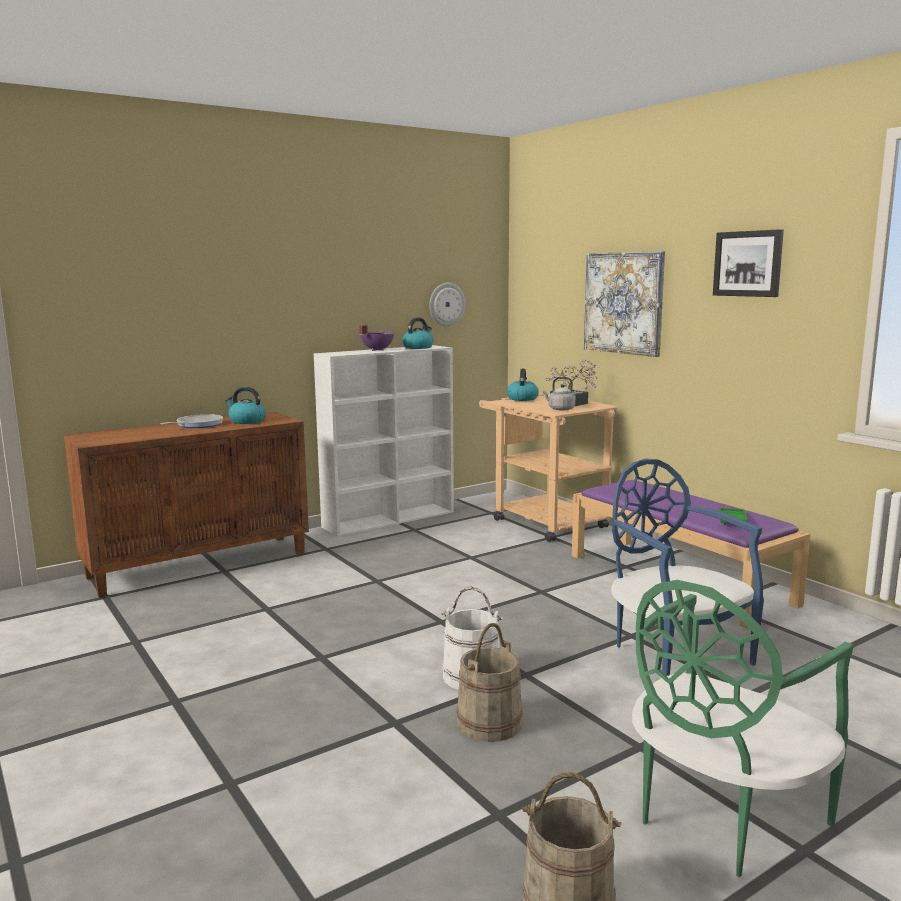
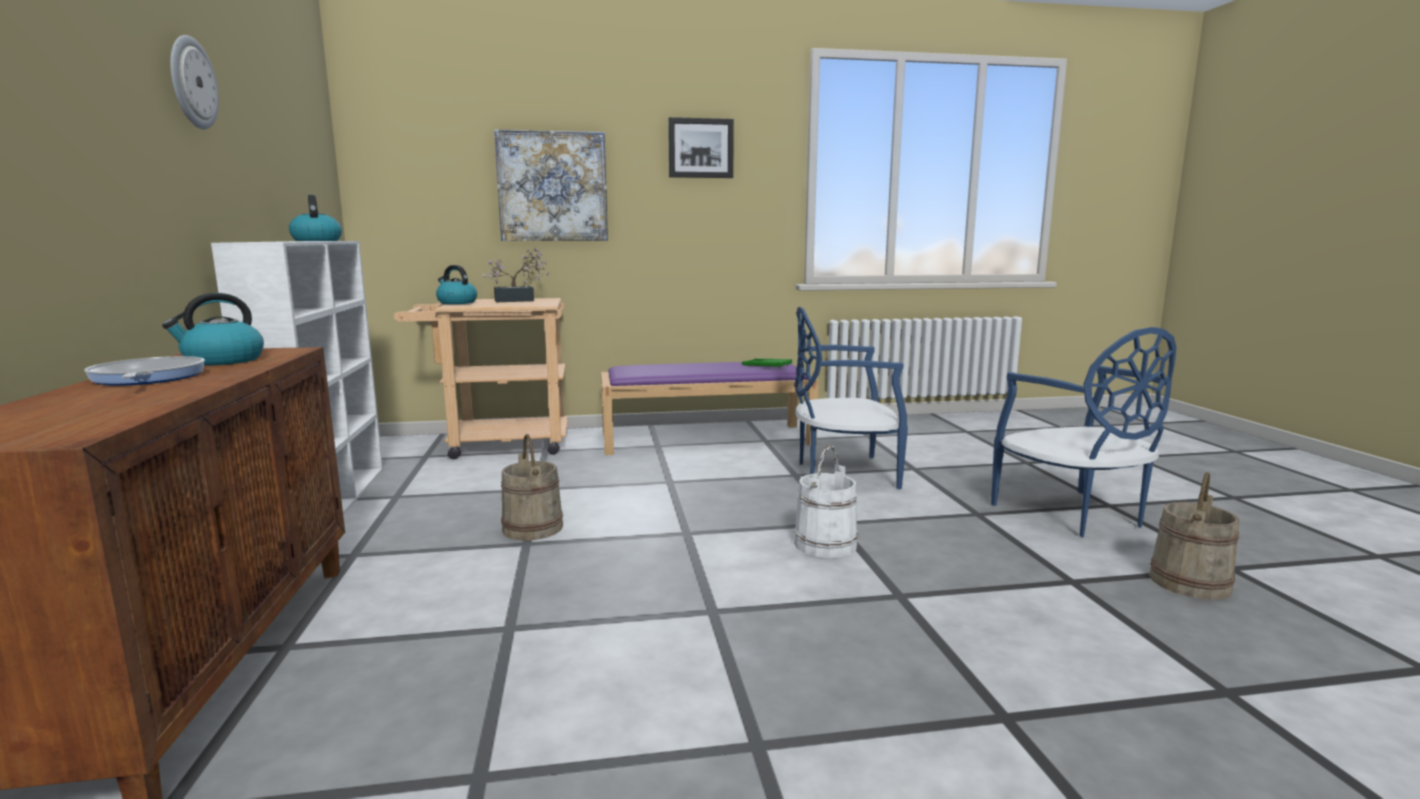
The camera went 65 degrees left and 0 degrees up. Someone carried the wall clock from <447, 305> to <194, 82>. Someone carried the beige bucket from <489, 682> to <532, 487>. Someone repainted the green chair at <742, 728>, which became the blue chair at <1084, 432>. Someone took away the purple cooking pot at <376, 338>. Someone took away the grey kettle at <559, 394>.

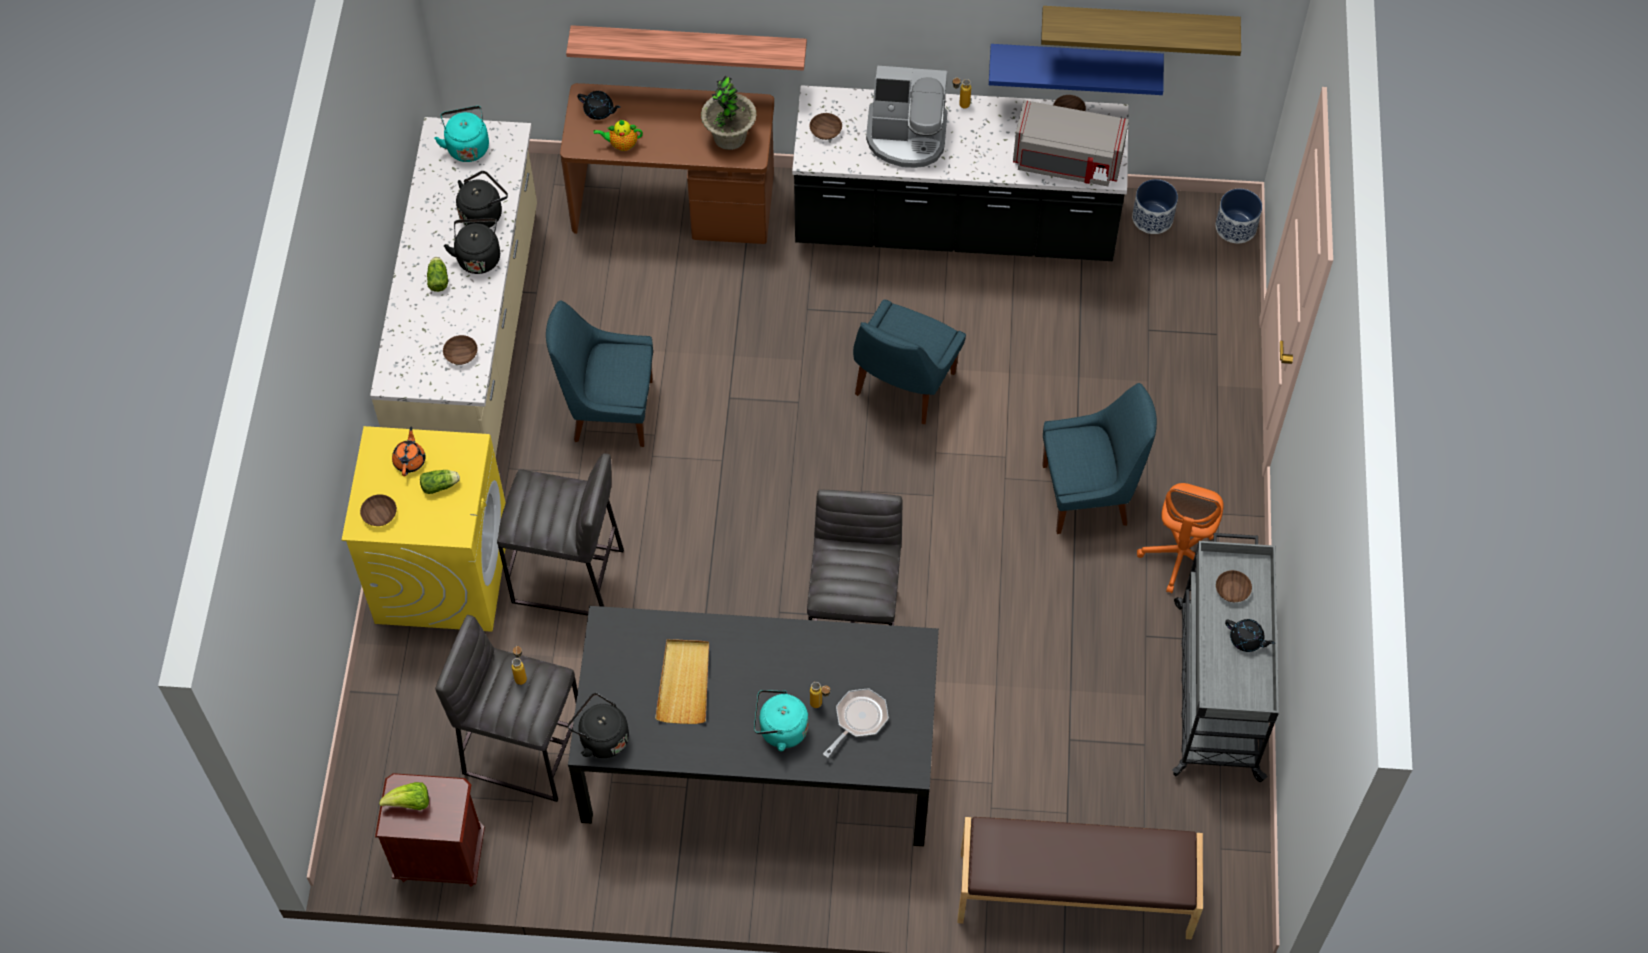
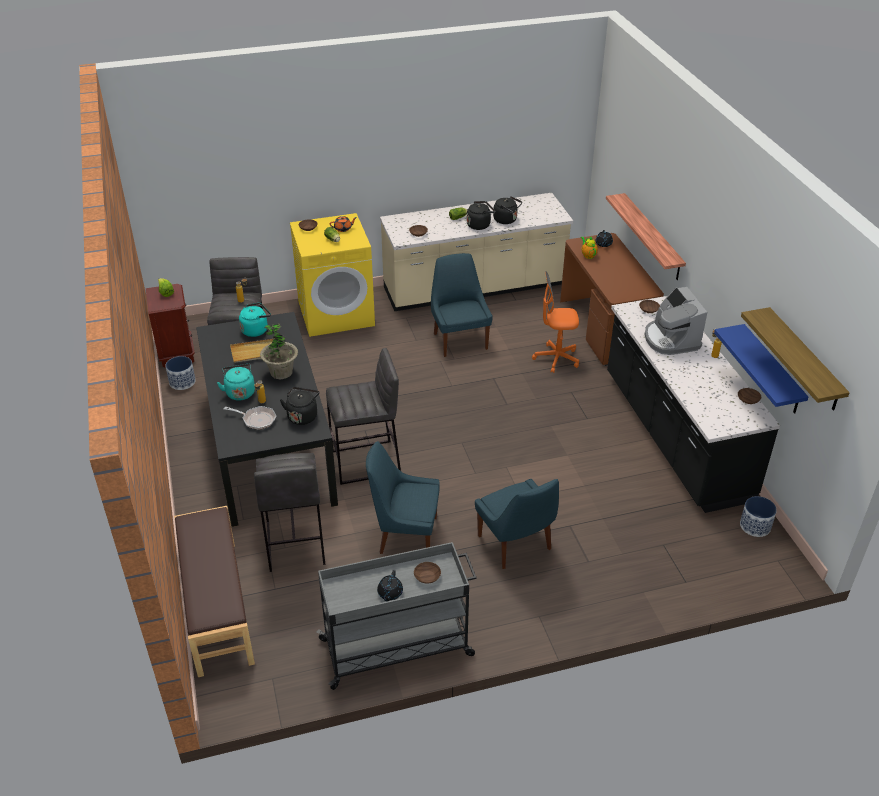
The camera went 70 degrees right and 20 degrees down. Someone carried the planter from <1239, 216> to <180, 373>. Someone carried the turquoise kettle from <461, 134> to <255, 320>. Someone carried the grey stool from <560, 534> to <289, 512>. Someone carried the potted plant from <729, 113> to <279, 351>. Someone carried the black kettle from <598, 725> to <300, 406>. Someone carried the blue chair from <909, 361> to <403, 497>. Someone carried the orange office chair from <1180, 538> to <555, 322>. Someone took away the grey microwave at <1071, 143>.

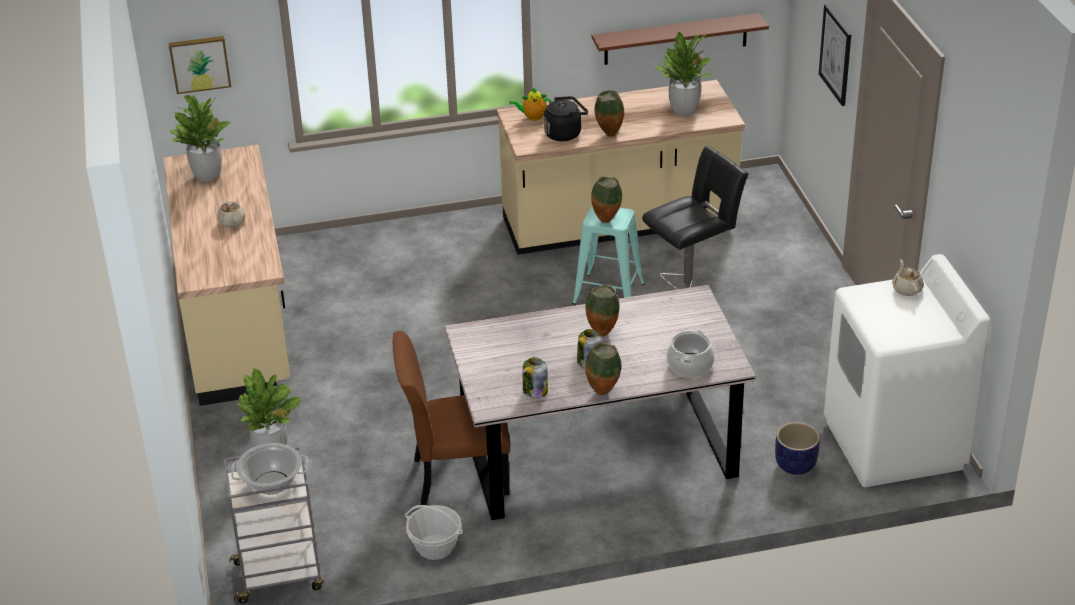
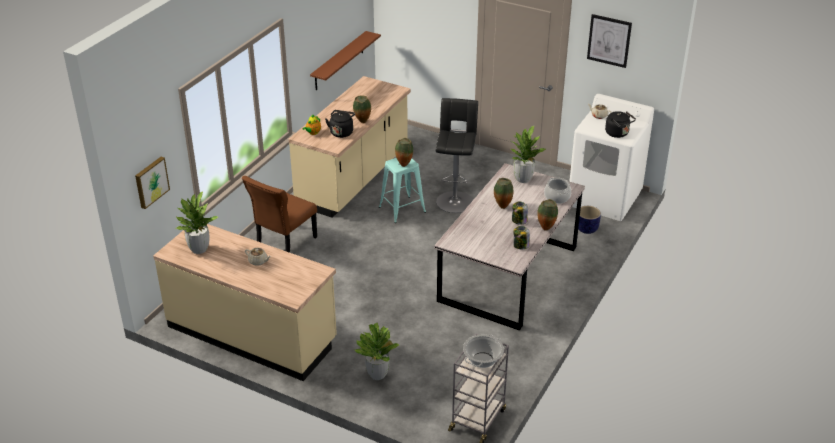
The camera went 50 degrees left and 0 degrees up. Someone carried the brown chair from <451, 418> to <279, 214>. Someone carried the potted plant from <683, 74> to <528, 154>. Someone carried the picture from <835, 55> to <609, 41>. Someone put down the black kettle at <620, 124>. Someone took away the basket at <434, 532>.

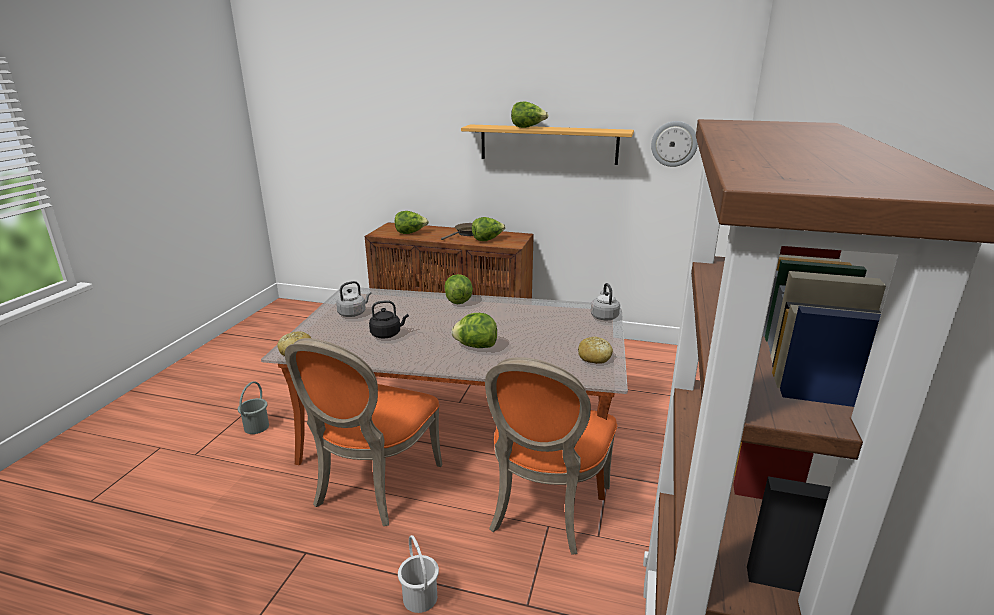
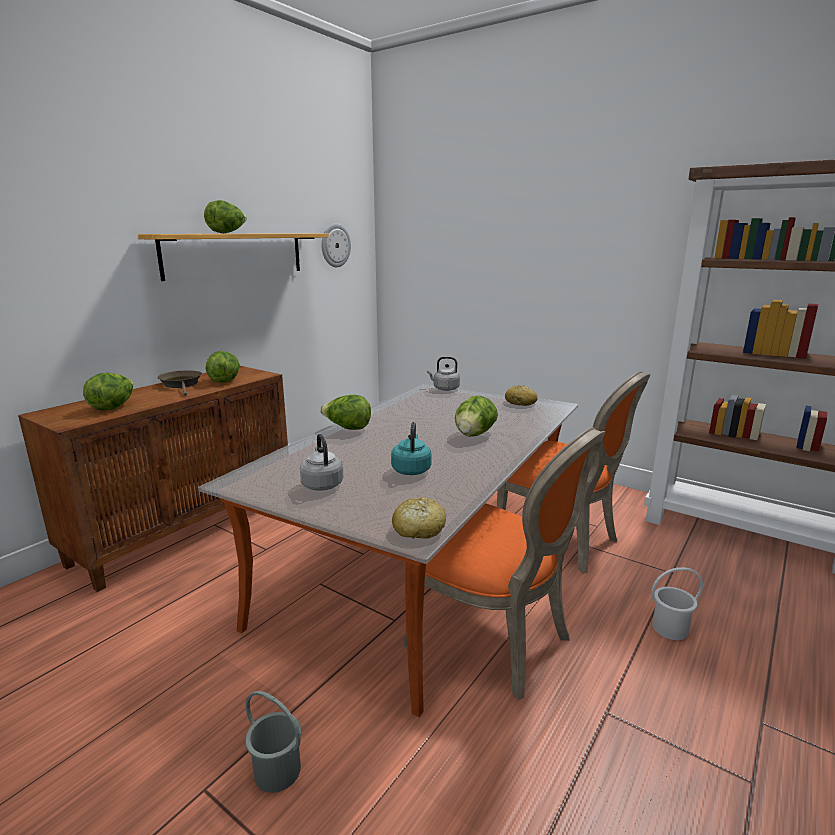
The camera went 70 degrees left and 5 degrees down. Someone repainted the black kettle at <389, 319>, which became the turquoise kettle at <411, 448>.

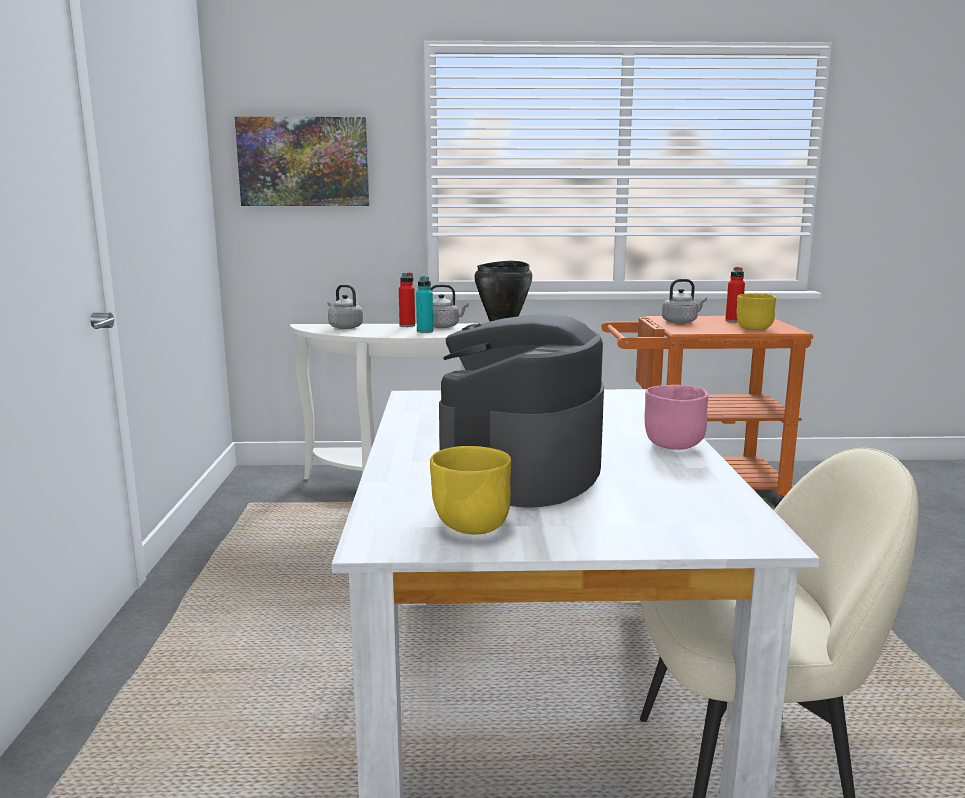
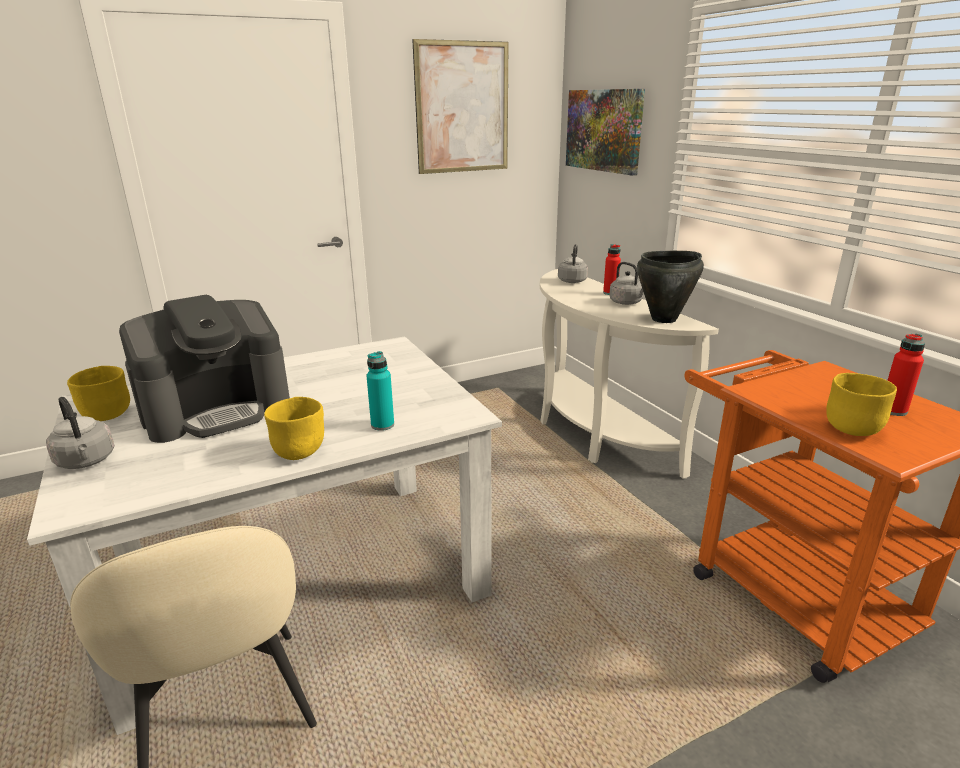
The camera went 65 degrees right and 10 degrees up. Someone carried the grey kettle from <684, 301> to <80, 433>. Someone rotated the coffee machine at <521, 411> by 150 degrees clockwise. Someone repainted the pink bowl at <676, 417>, which became the yellow bowl at <294, 428>. Someone carried the turquoise bottle from <424, 304> to <380, 391>. Someone put up the picture at <460, 106>.

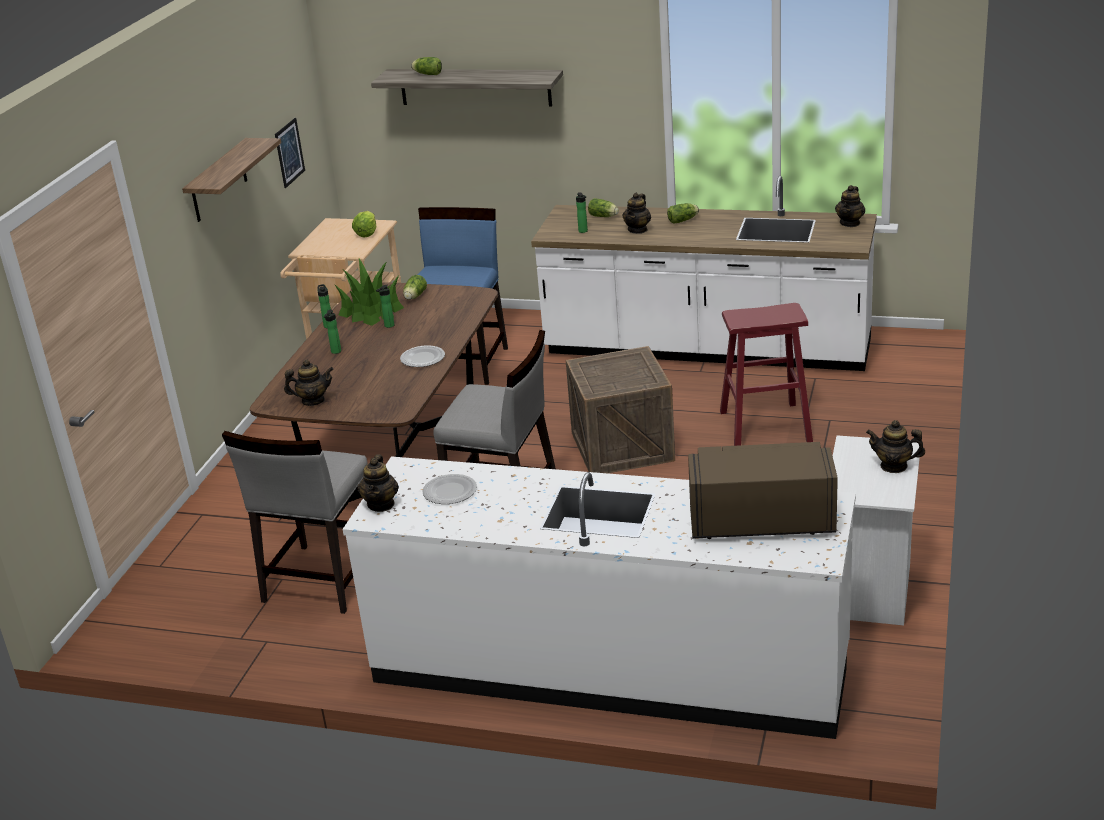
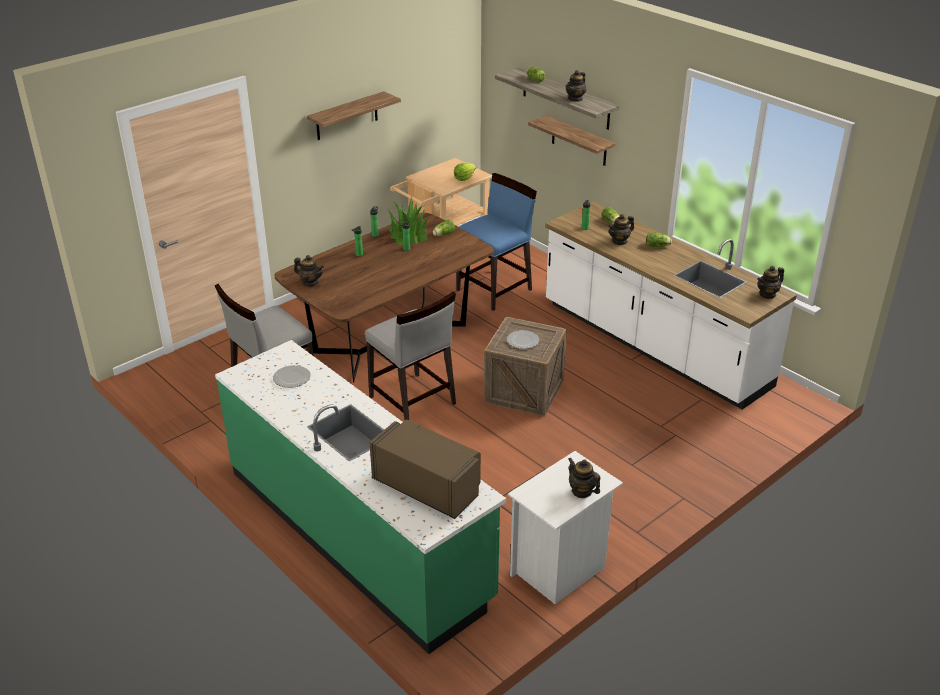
The camera went 30 degrees right and 5 degrees up. Someone repainted the white counter at <599, 597>, which became the green counter at <360, 497>. Someone carried the plate from <422, 356> to <523, 339>. Someone put up the shelf at <571, 140>. Someone carried the teapot from <378, 483> to <576, 86>. Someone took away the picture at <290, 153>. Someone took away the red stool at <766, 374>.

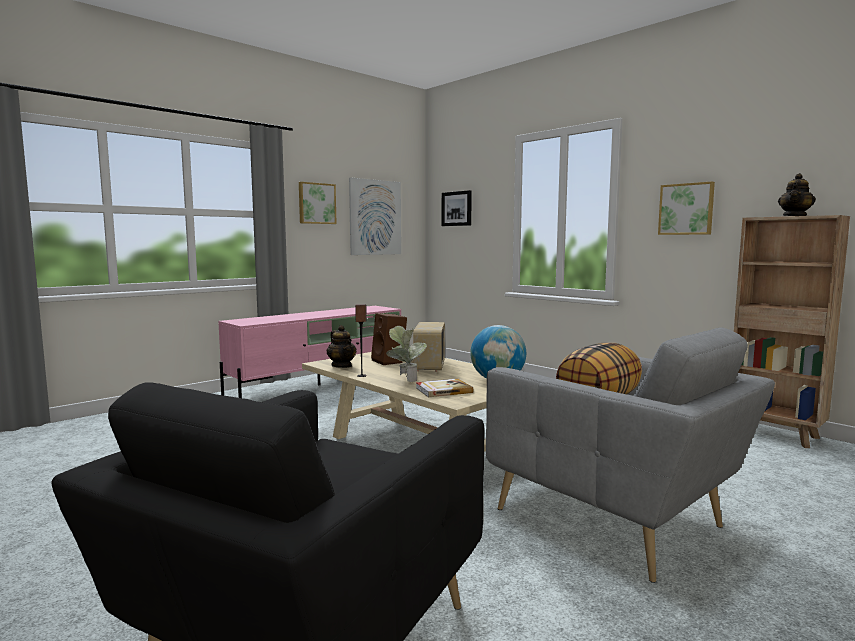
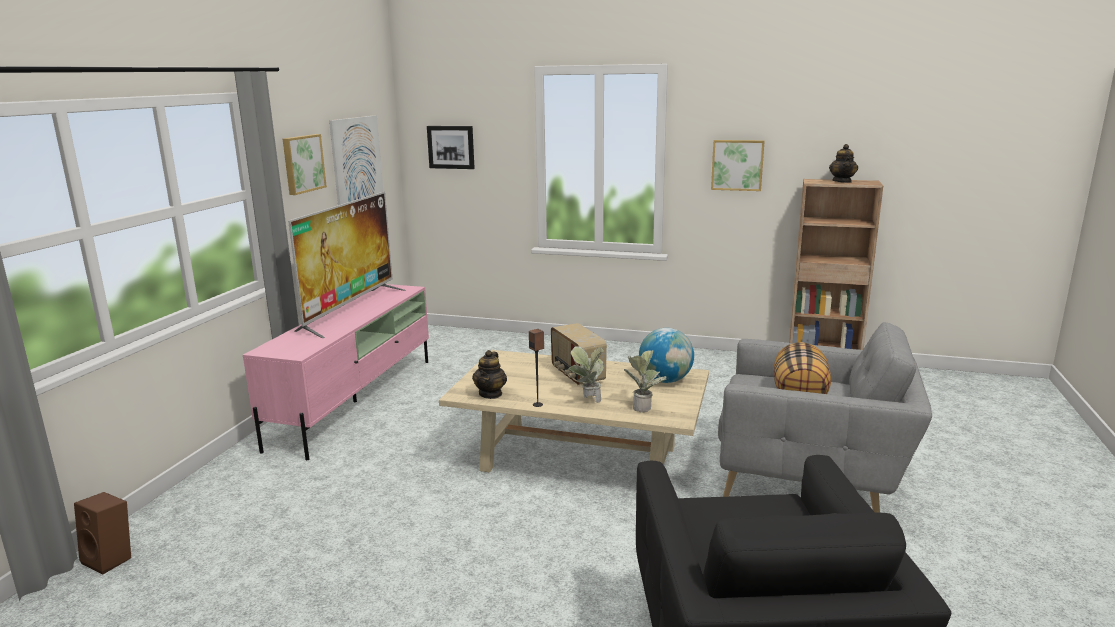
The camera went 30 degrees left and 10 degrees up. Someone carried the brown speaker from <389, 339> to <102, 533>. Someone put down the television at <347, 265>. Someone rotated the teapot at <341, 346> by 75 degrees clockwise. Someone swapped the book at <444, 388> for the potted plant at <645, 381>.

